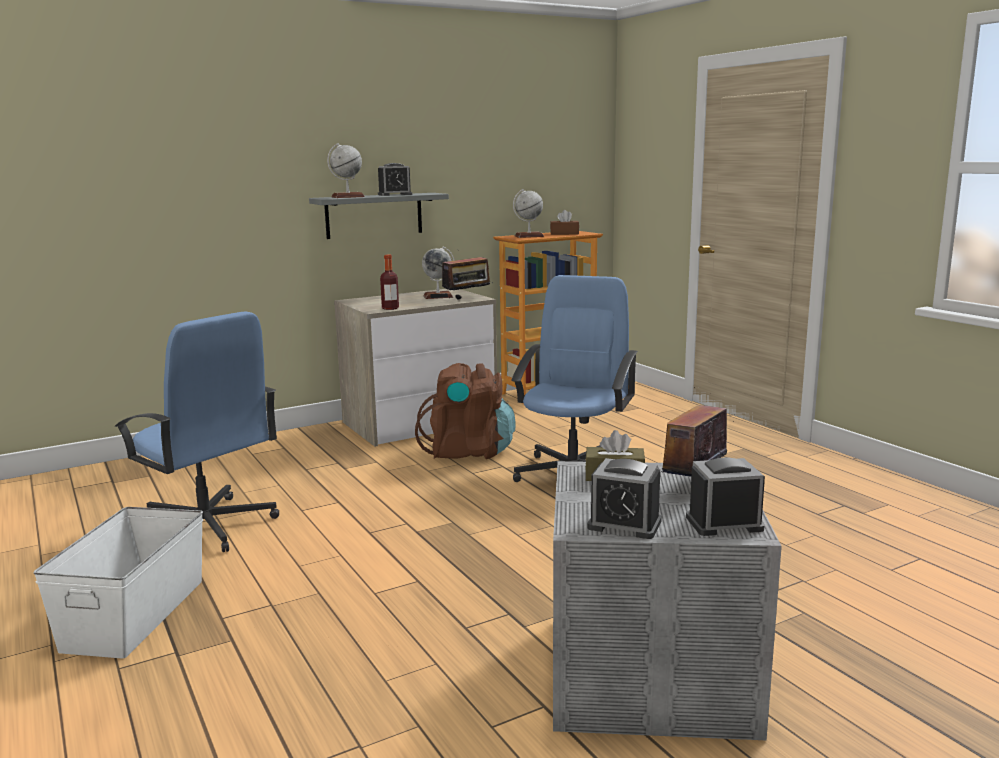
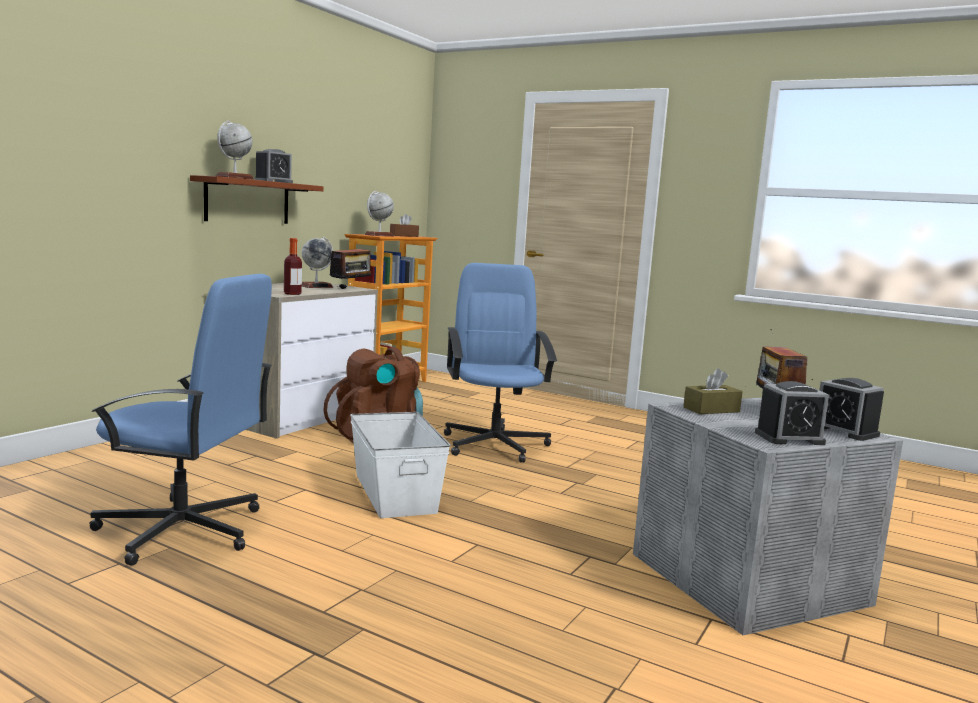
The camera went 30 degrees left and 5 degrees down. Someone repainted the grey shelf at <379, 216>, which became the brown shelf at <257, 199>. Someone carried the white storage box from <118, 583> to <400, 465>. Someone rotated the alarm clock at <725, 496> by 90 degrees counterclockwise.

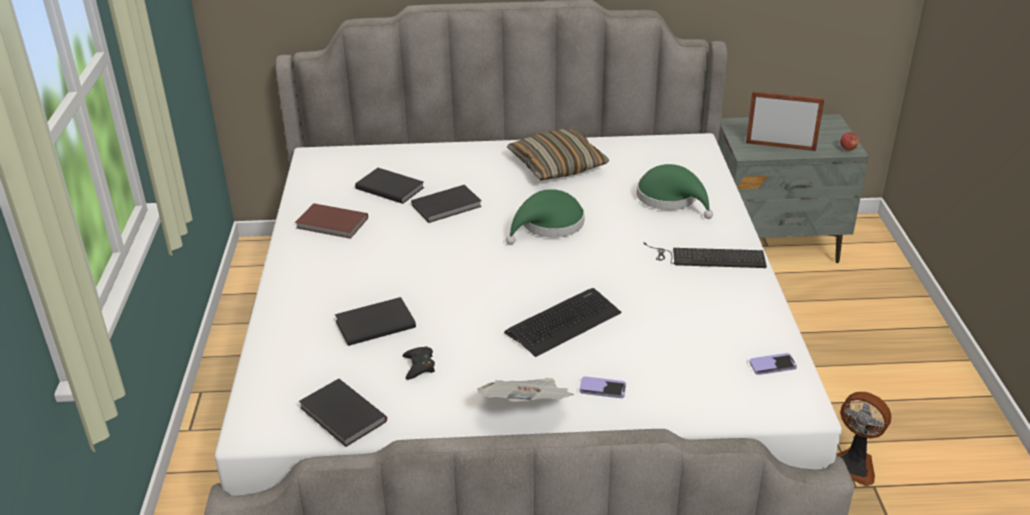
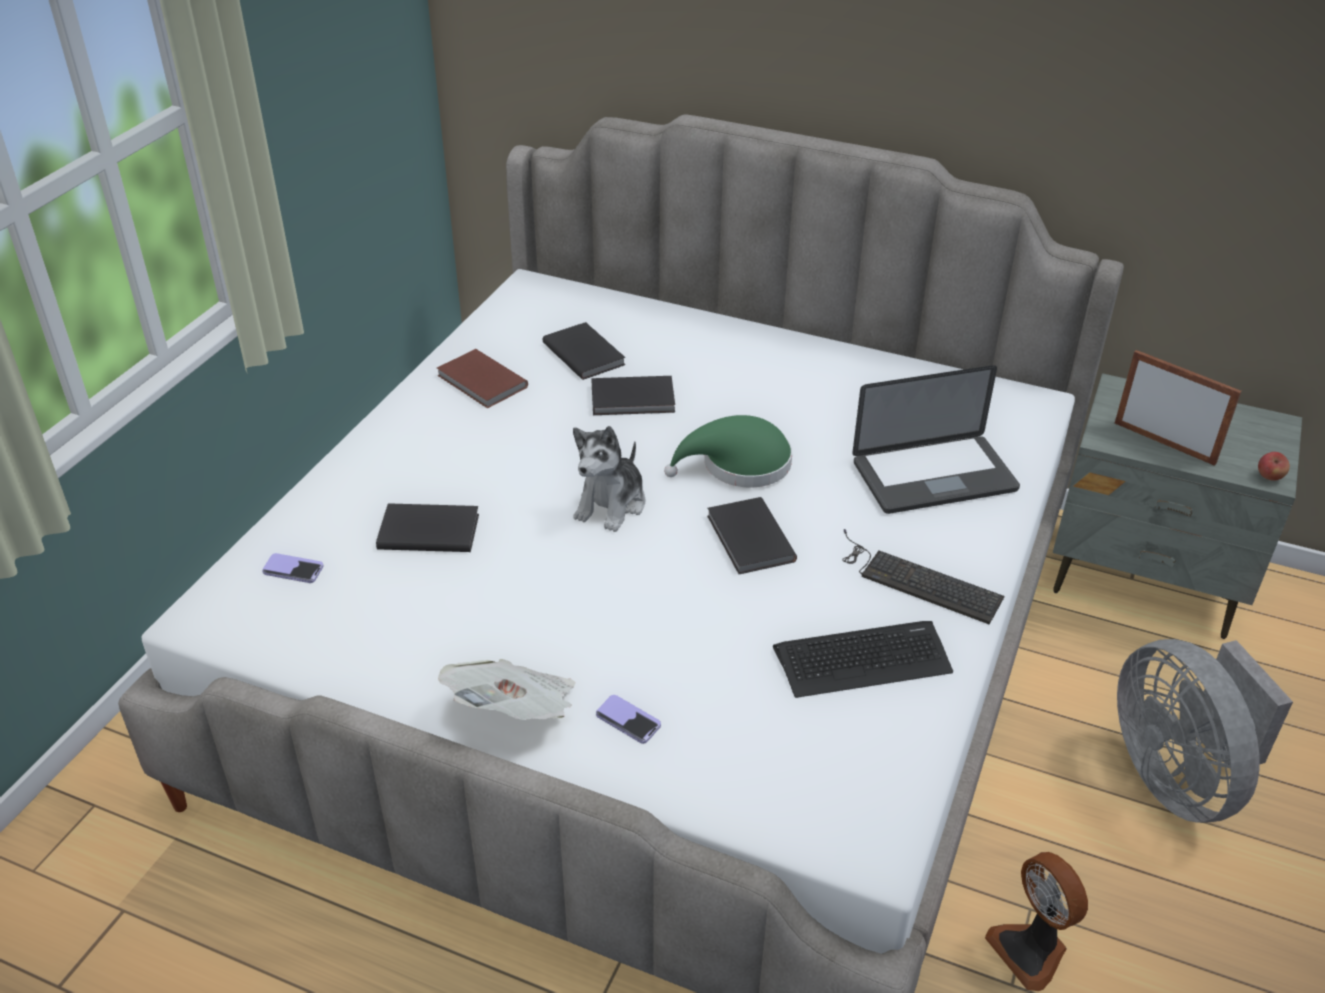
The camera went 25 degrees right and 5 degrees up. Someone carried the phone from <773, 364> to <293, 568>. Someone put down the plush toy at <609, 479>. Someone carried the black book from <343, 413> to <752, 535>. Someone carried the keyboard from <562, 322> to <863, 659>. Someone swapped the green hat at <675, 191> for the laptop at <936, 439>. Someone put down the grey fan at <1205, 731>. Someone took away the black game controller at <419, 363>. Someone took away the pillow at <558, 155>.

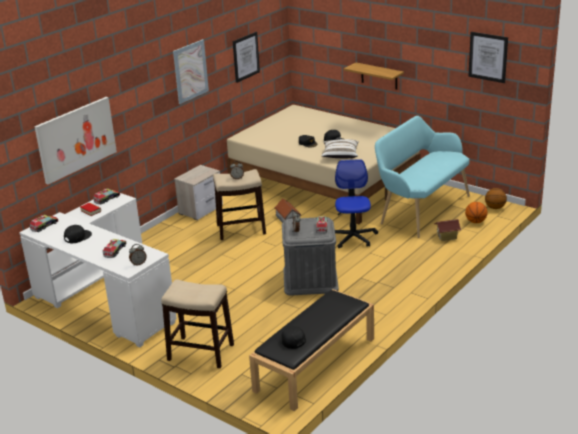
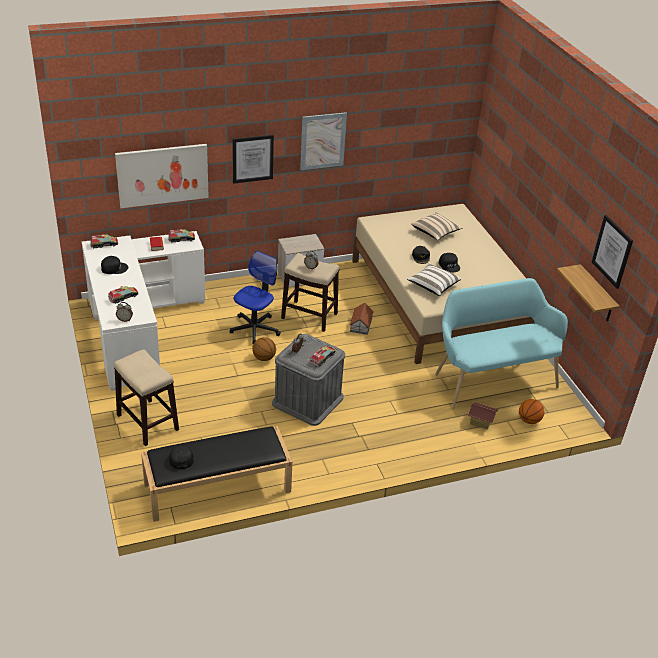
The camera went 30 degrees right and 10 degrees up. Someone carried the office chair from <356, 203> to <255, 297>. Someone carried the picture from <246, 57> to <253, 159>. Someone carried the basketball from <496, 198> to <264, 349>. Someone put down the beige pillow at <436, 226>. Someone carried the shelf from <374, 76> to <588, 292>.

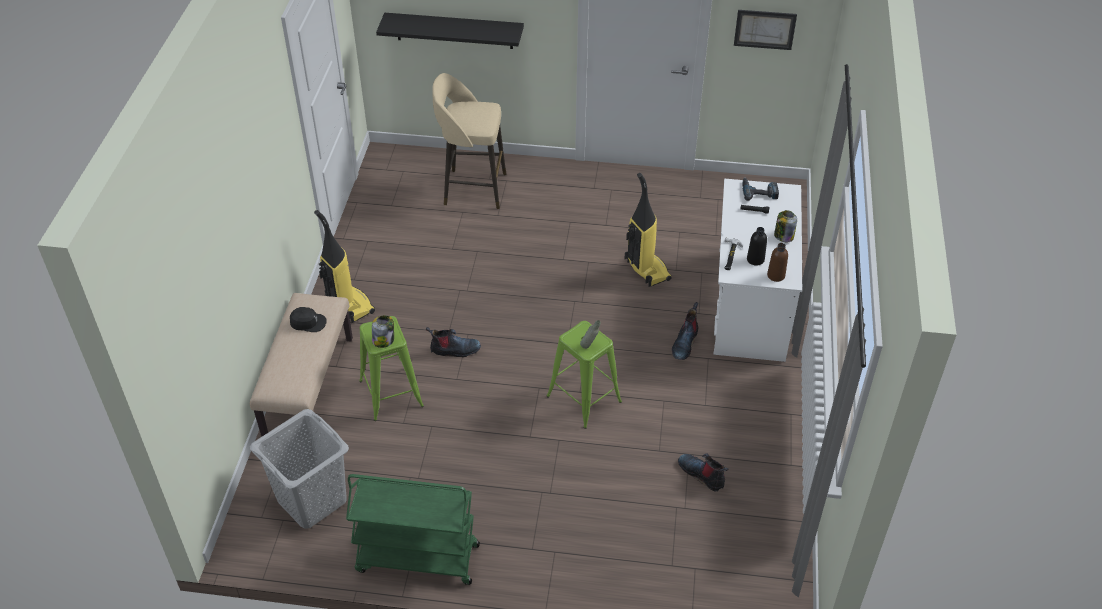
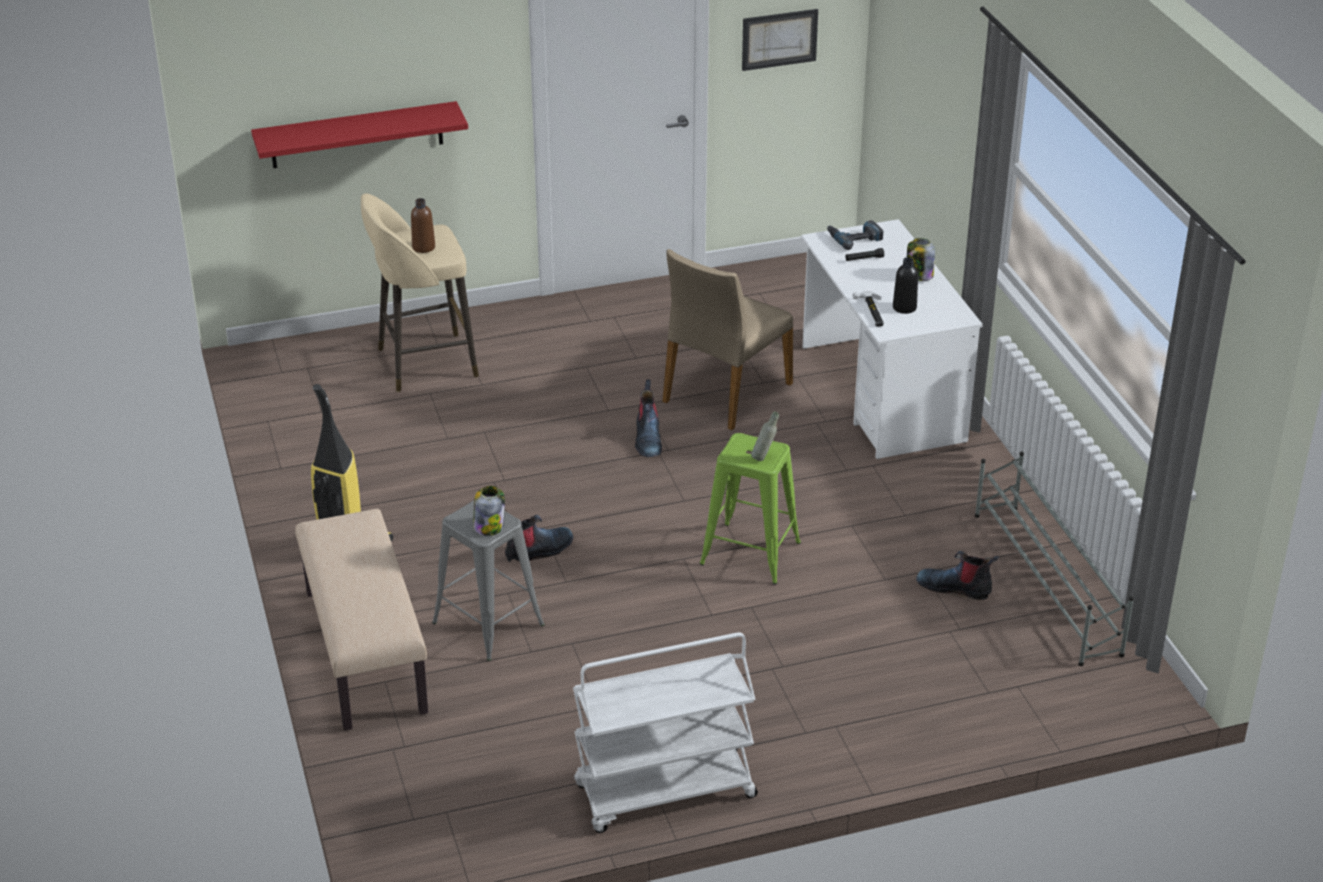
The camera went 25 degrees left and 10 degrees down. Someone repainted the black shelf at <450, 31>, which became the red shelf at <359, 134>. Someone carried the brown bottle from <777, 262> to <423, 225>. Someone repainted the green stool at <391, 368>, which became the grey stool at <488, 580>. Someone repainted the green cart at <413, 529>, which became the white cart at <665, 732>. Someone carried the boot from <685, 331> to <648, 418>. Someone swapped the vacuum cleaner at <647, 230> for the beige chair at <727, 339>. Someone put down the grey shoe rack at <1054, 559>. Someone took away the grey laundry basket at <299, 469>. Someone took away the black cap at <308, 319>.

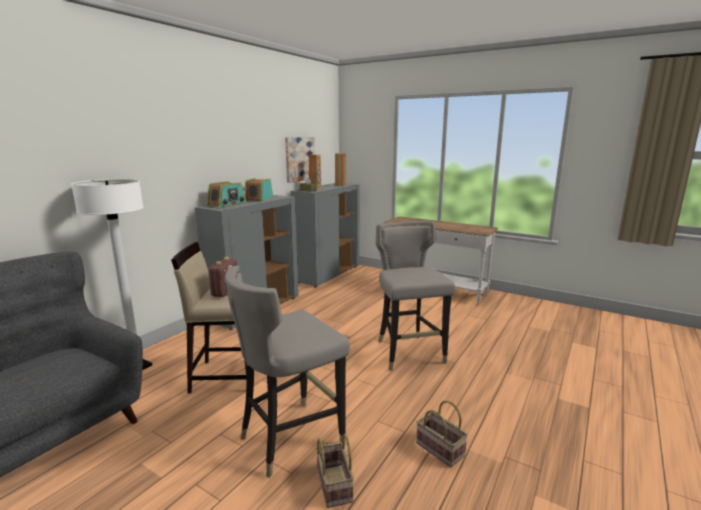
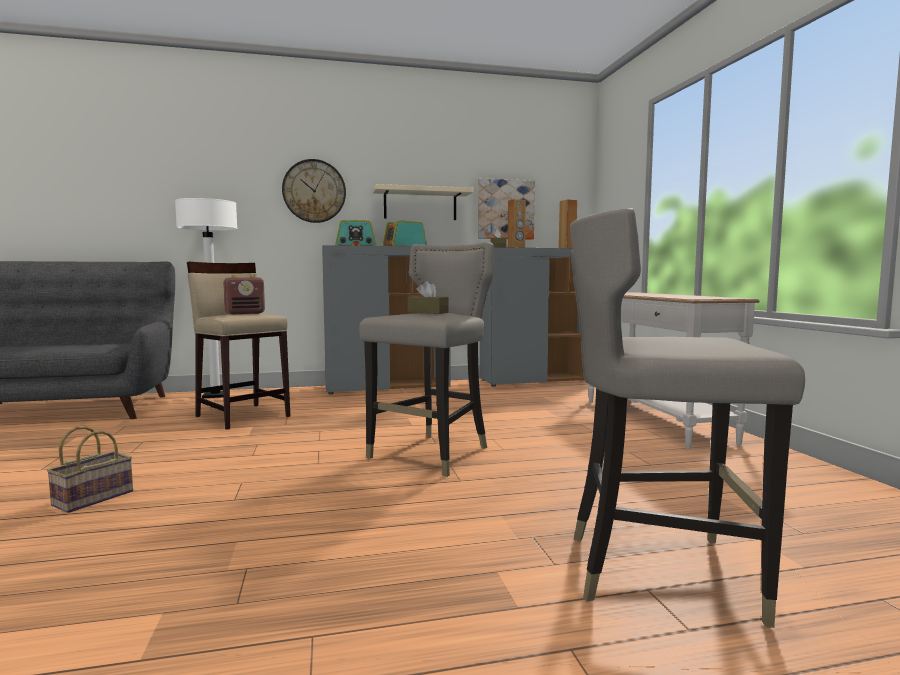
The camera went 45 degrees right and 10 degrees down. Someone put up the wall clock at <314, 191>. Someone put up the beige shelf at <423, 202>. Someone put down the brown tissue box at <428, 297>. Someone carried the grey stool from <287, 371> to <687, 418>. Someone took away the basket at <442, 433>.

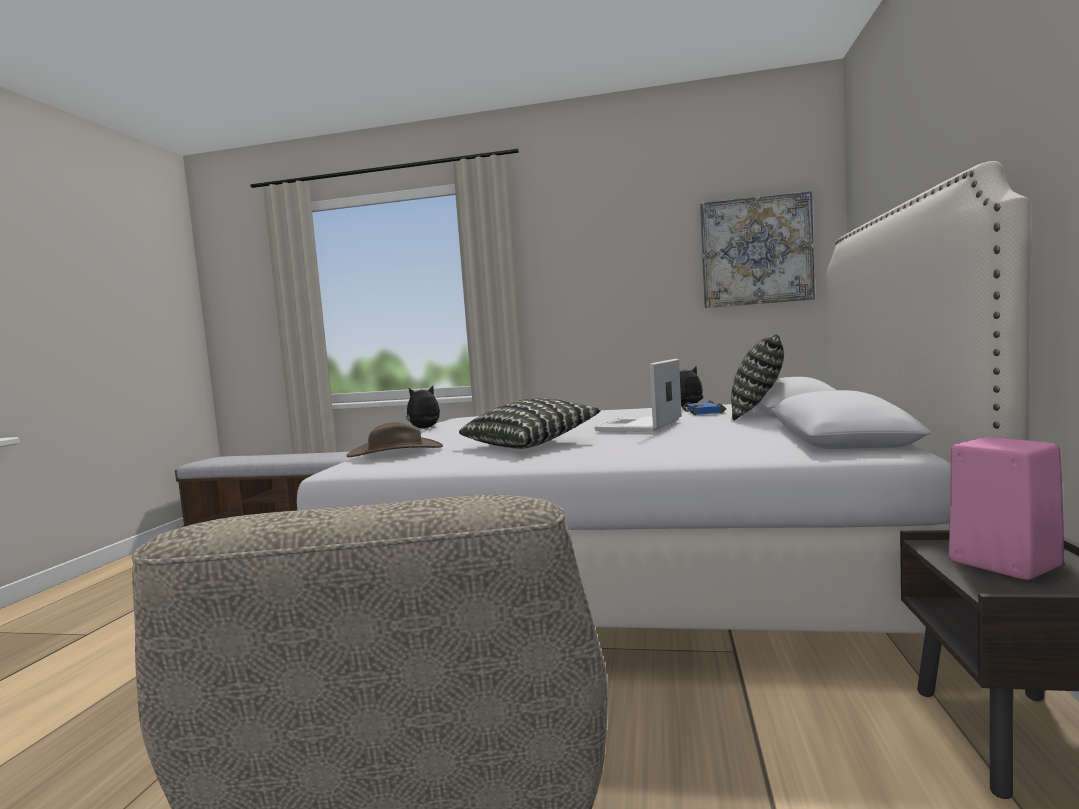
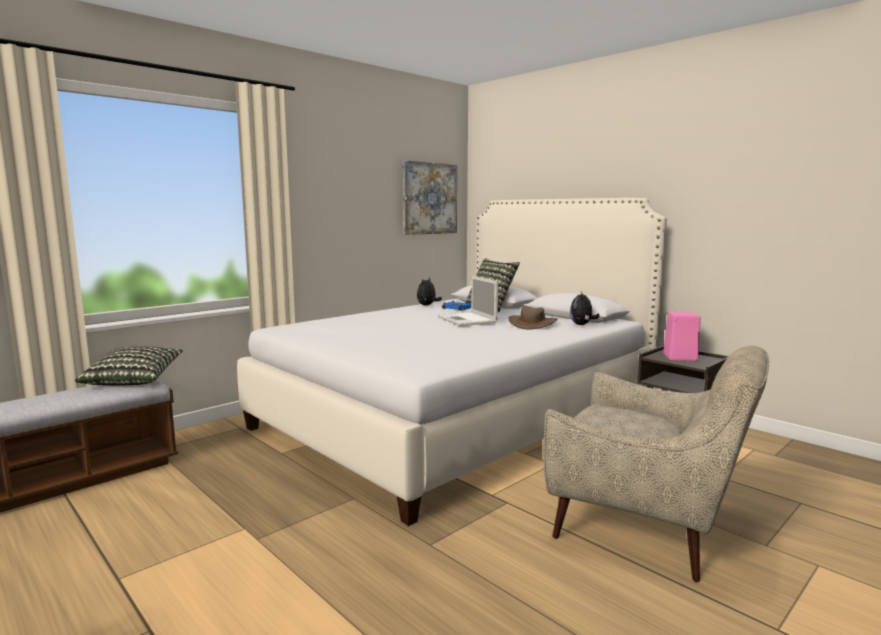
The camera went 55 degrees left and 5 degrees up. Someone carried the pillow from <530, 423> to <129, 366>. Someone carried the brown hat from <395, 439> to <533, 318>. Someone carried the plush toy from <423, 407> to <584, 308>.

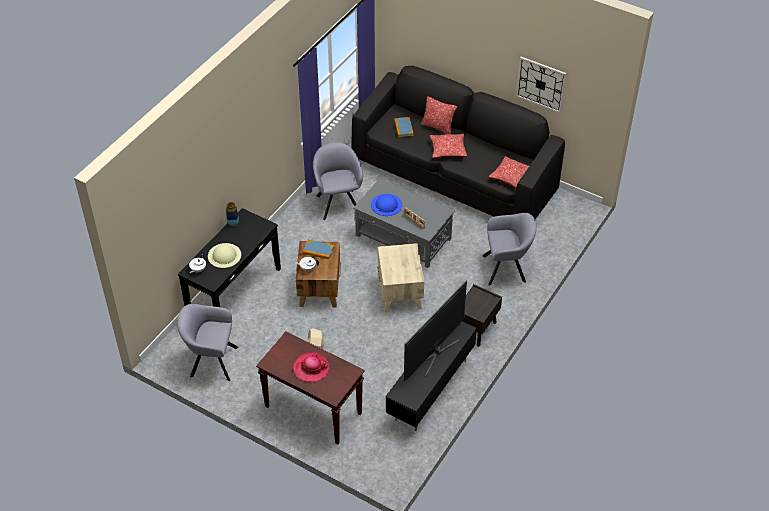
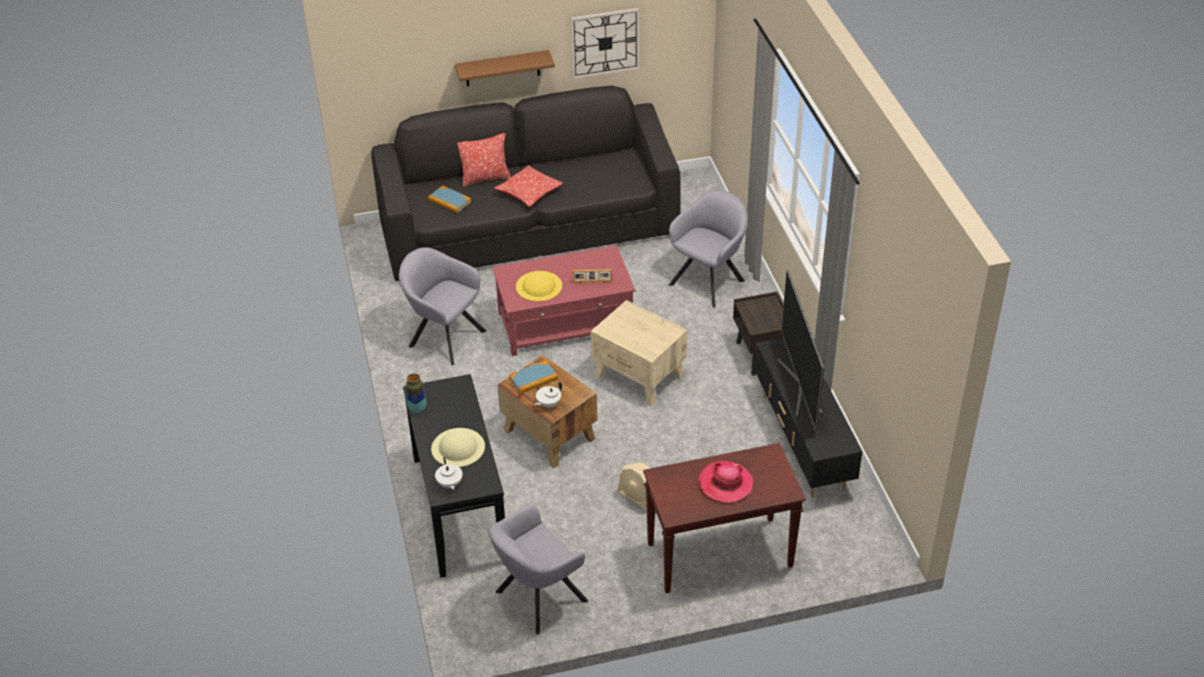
The camera went 45 degrees left and 5 degrees down. Someone put up the brown shelf at <505, 68>. Someone repainted the grey coffee table at <404, 223>, which became the red coffee table at <563, 300>. Someone repainted the blue hat at <386, 205>, which became the yellow hat at <539, 286>. Someone took away the pillow at <509, 171>.

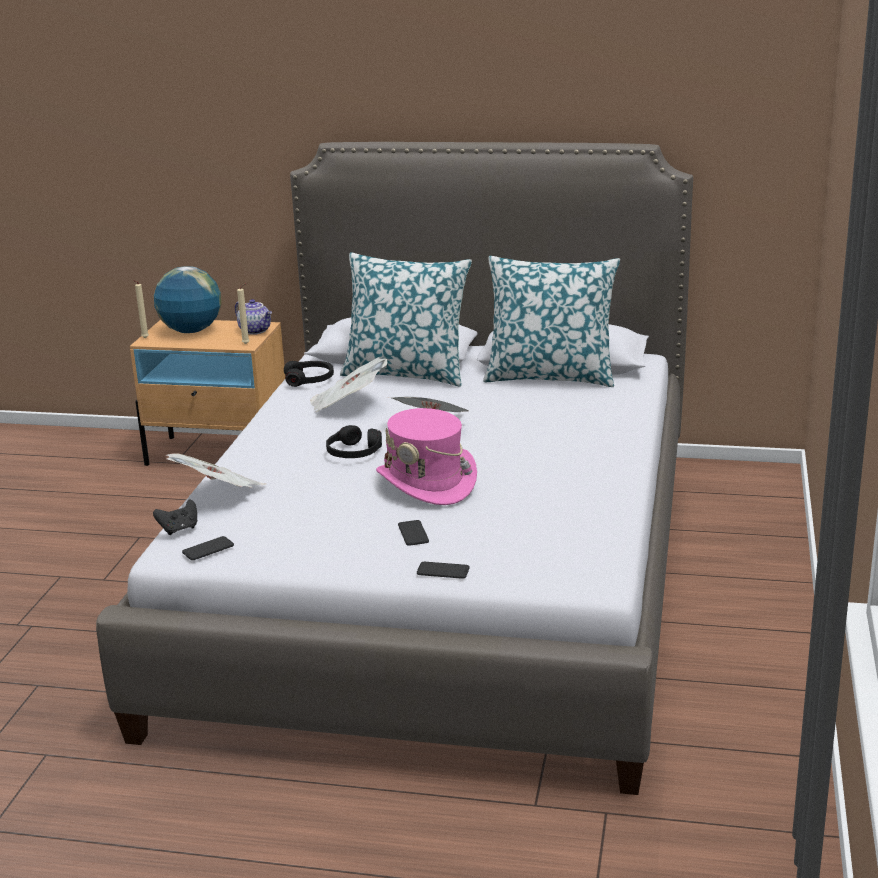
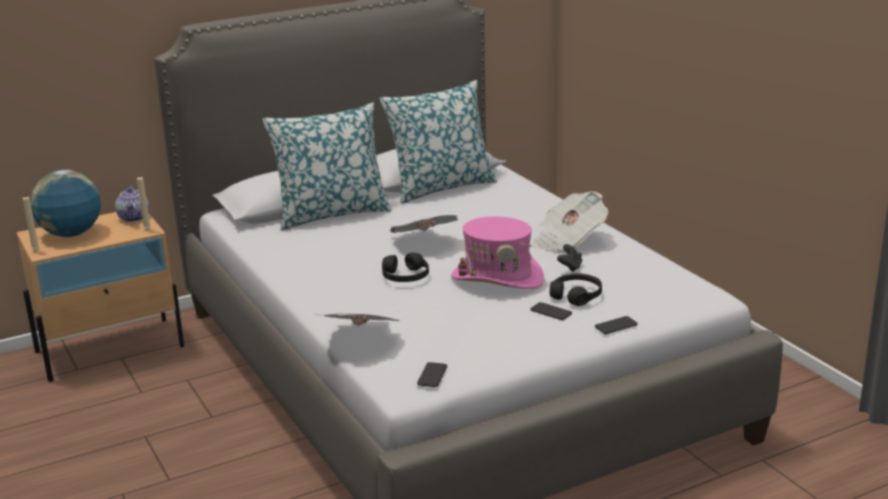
The camera went 40 degrees left and 0 degrees up. Someone rotated the teapot at <253, 317> by 75 degrees clockwise. Someone carried the newspaper from <348, 385> to <570, 221>. Someone carried the black headphones from <309, 374> to <576, 289>. Someone carried the black game controller from <175, 517> to <569, 258>.

